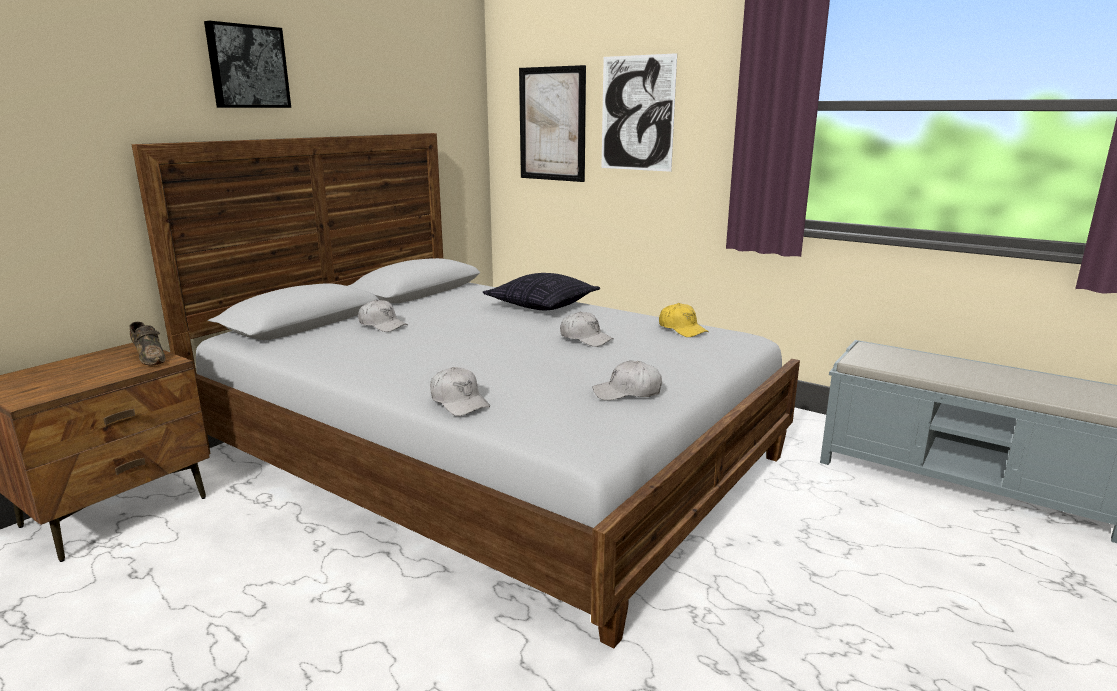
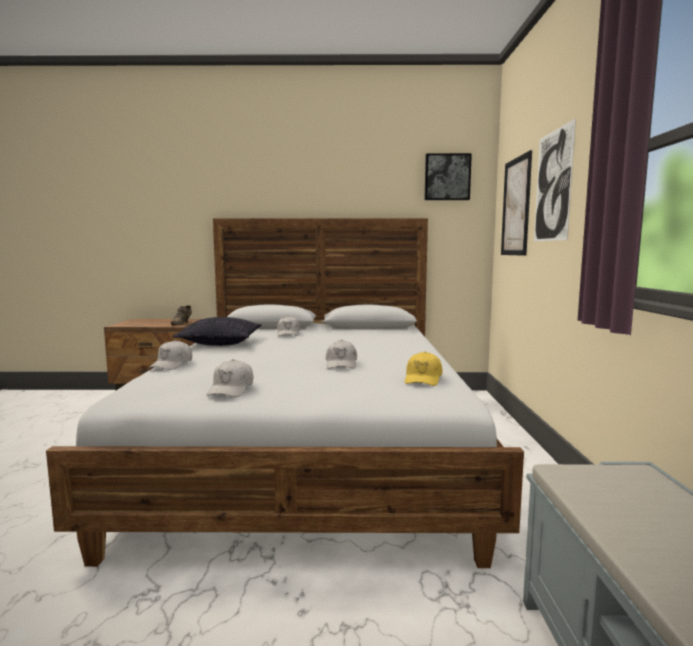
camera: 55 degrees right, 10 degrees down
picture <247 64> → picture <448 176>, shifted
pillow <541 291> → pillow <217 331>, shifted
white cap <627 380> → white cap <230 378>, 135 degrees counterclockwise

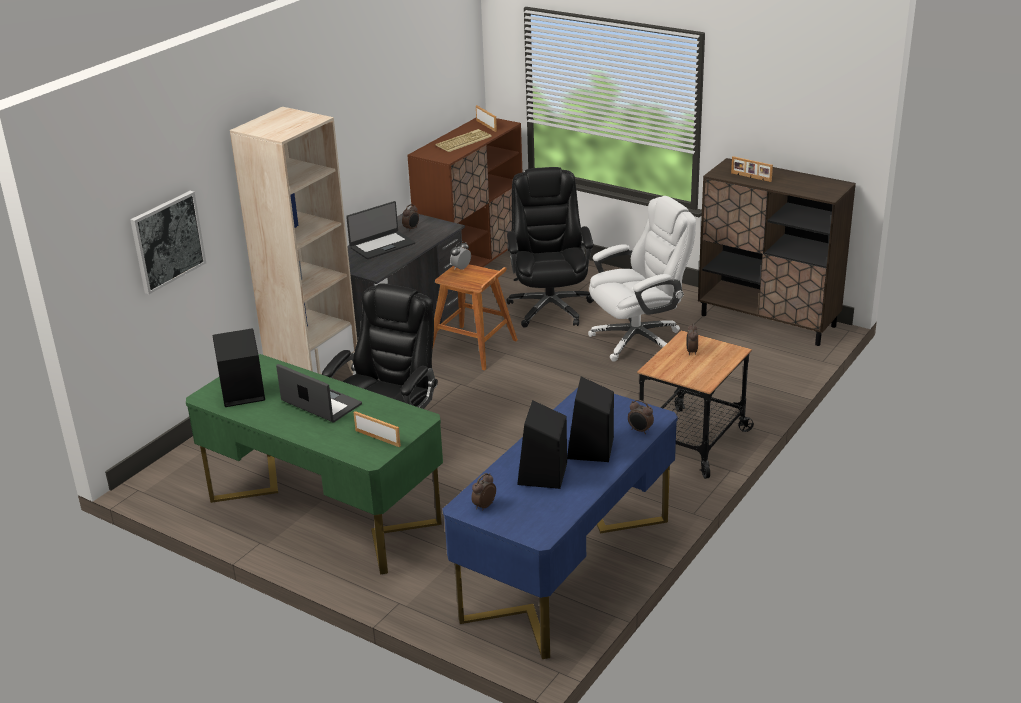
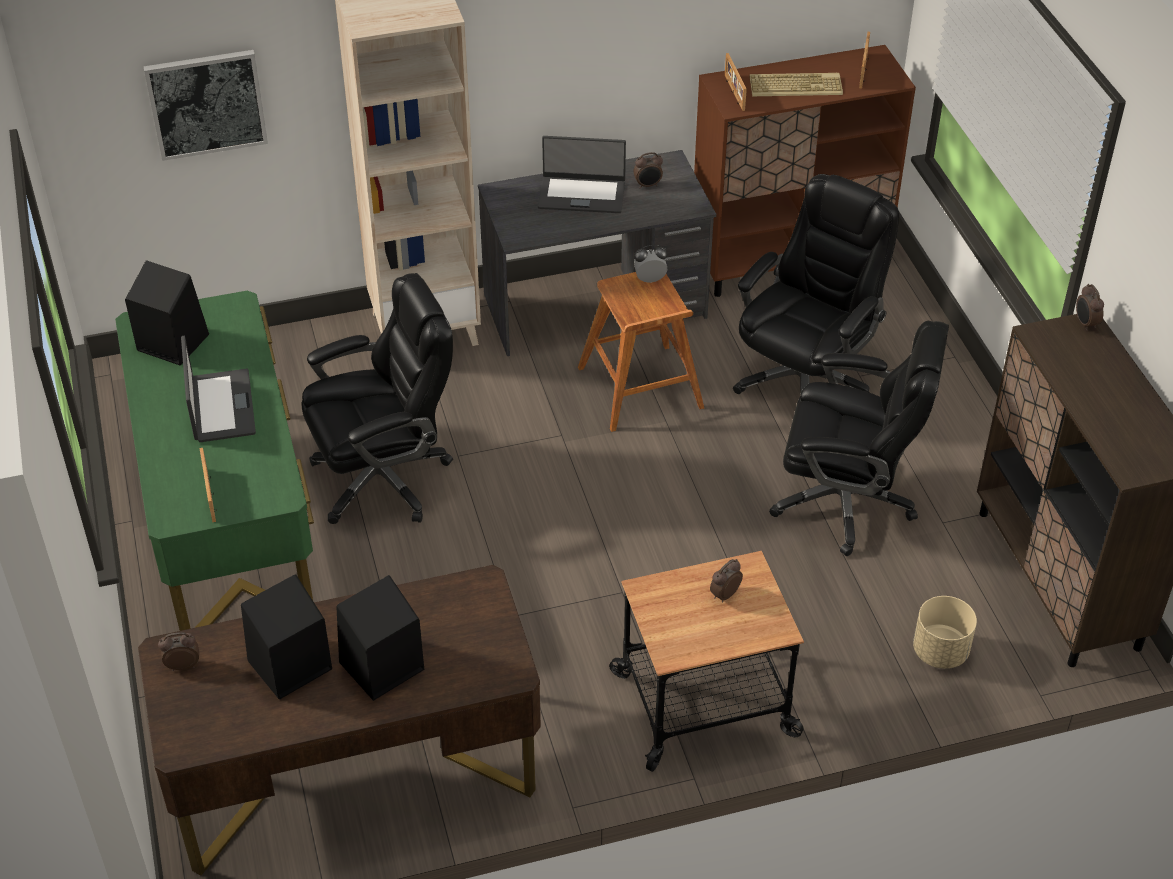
camera: 40 degrees right, 15 degrees up
blue desk <560 523> → brown desk <339 720>
white office chair <642 279> → black office chair <859 438>
alarm clock <641 417> → alarm clock <1090 307>, shifted
picture frame <752 169> → picture frame <736 82>, shifted
- → beige planter <945 632>

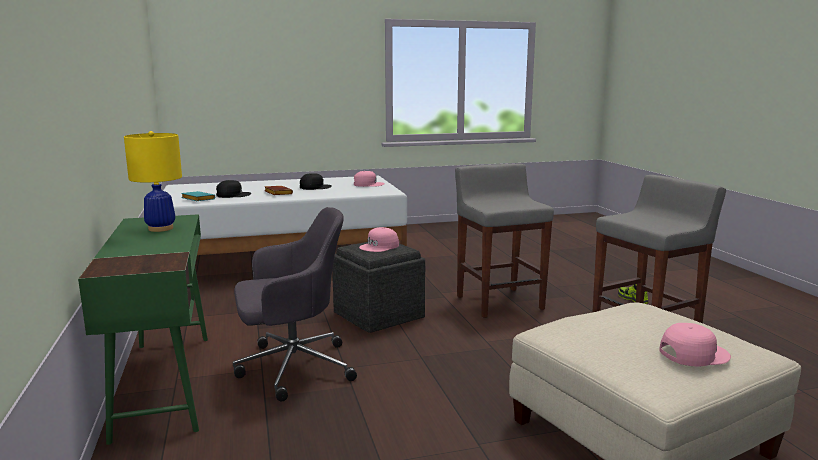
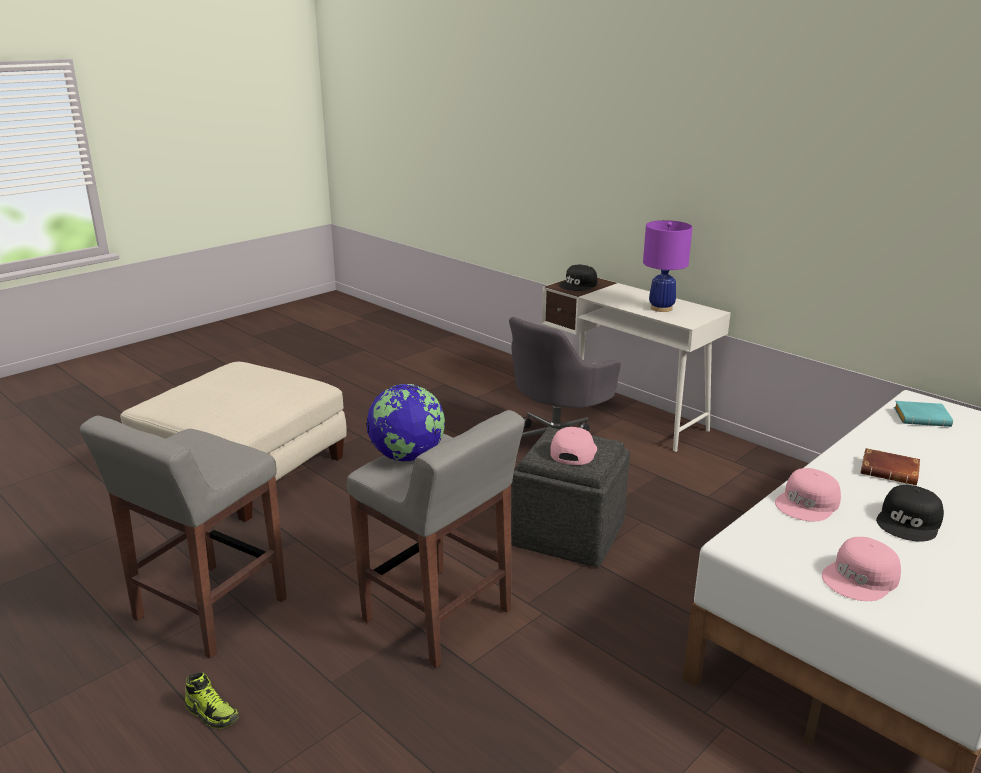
camera: 150 degrees right, 10 degrees up
green desk <143 329> → white desk <636 365>
yellow table lamp <153 181> → purple table lamp <668 266>
black cap <233 189> → black cap <578 278>, shifted
pink cap <695 345> → pink cap <808 494>, shifted
- → globe <405 423>

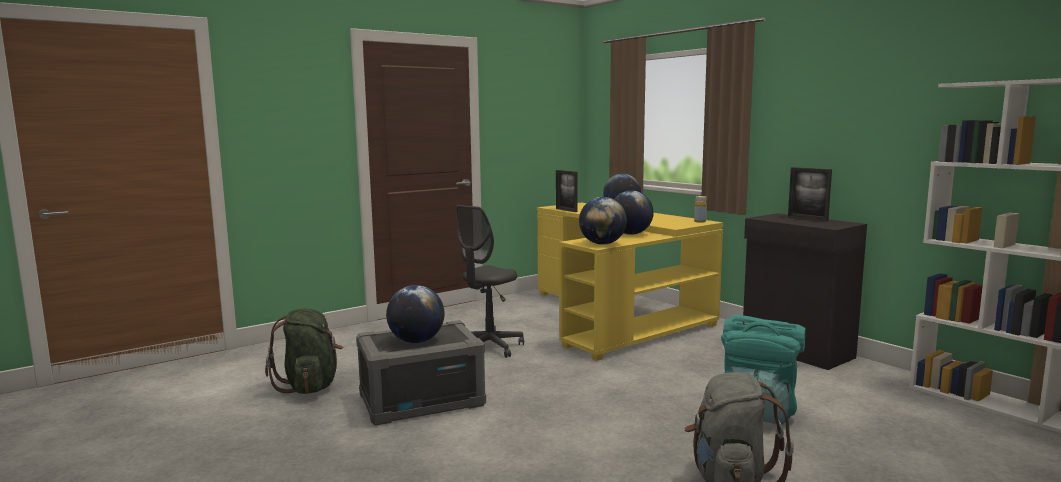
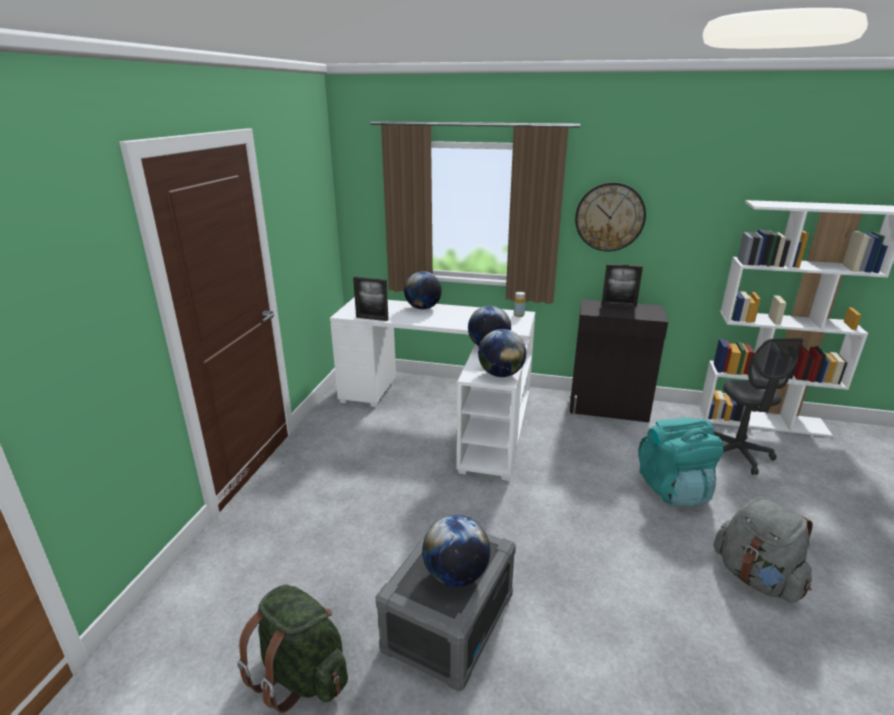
camera: 40 degrees left, 15 degrees up
grey office chair <490 281> → grey office chair <759 406>, shifted
yellow desk <630 282> → white desk <432 389>
- → wall clock <610 216>

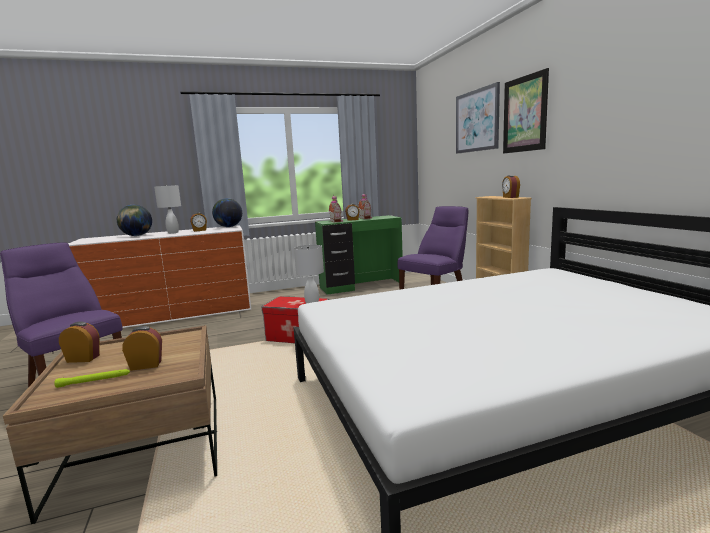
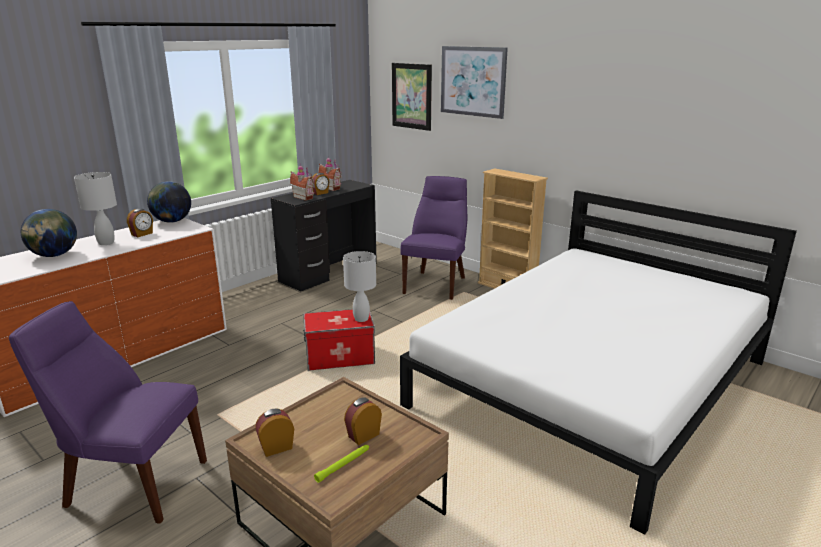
camera: 30 degrees left, 10 degrees up
green desk <359 255> → black desk <324 236>
alarm clock <511 186> → -
picture <526 111> → picture <412 97>, shifted

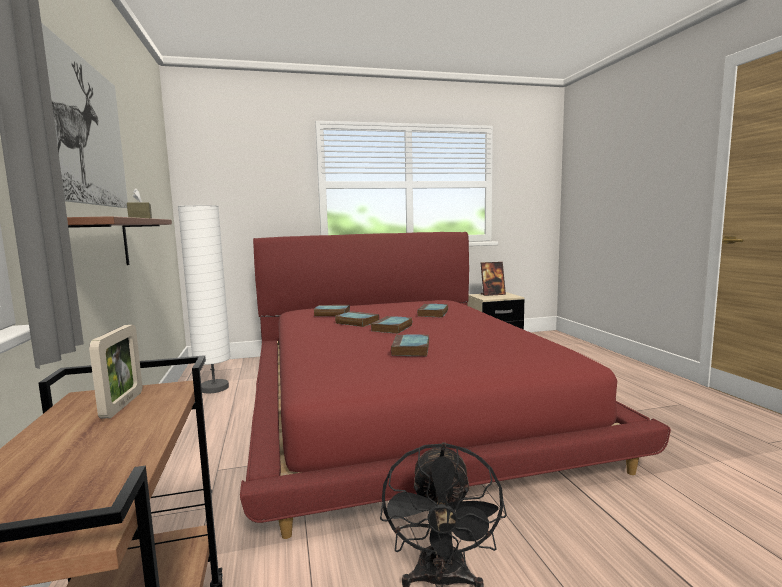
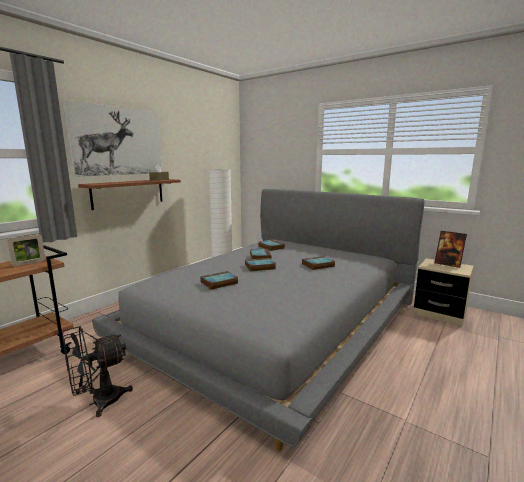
camera: 50 degrees right, 5 degrees up
red bed <455 385> → grey bed <258 320>

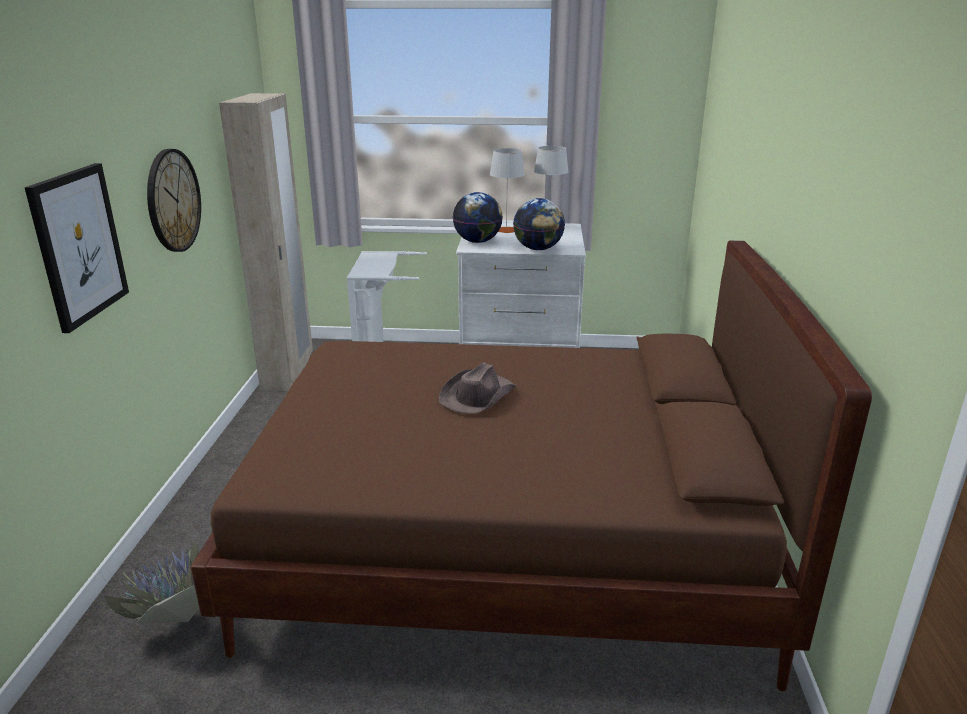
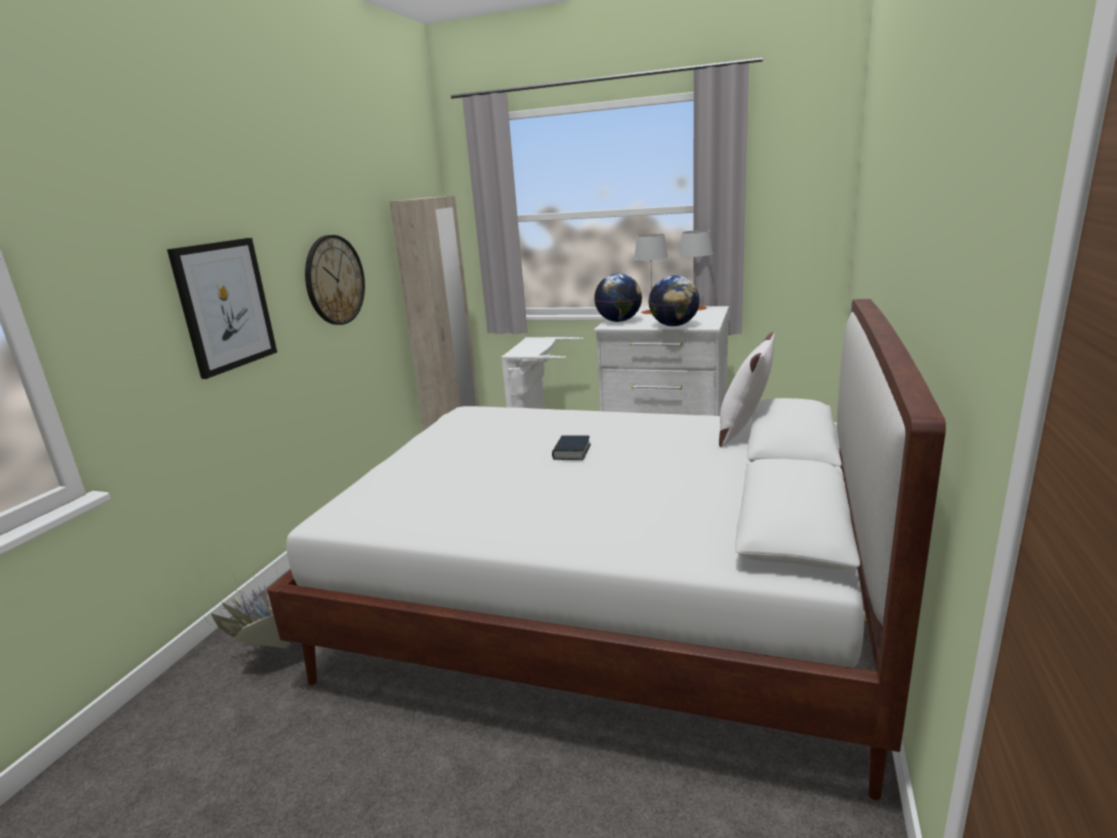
camera: 15 degrees right, 5 degrees down
brown bed <531 466> → white bed <606 550>
brown hat <477 388> → book <571 447>
- → white pillow <747 389>

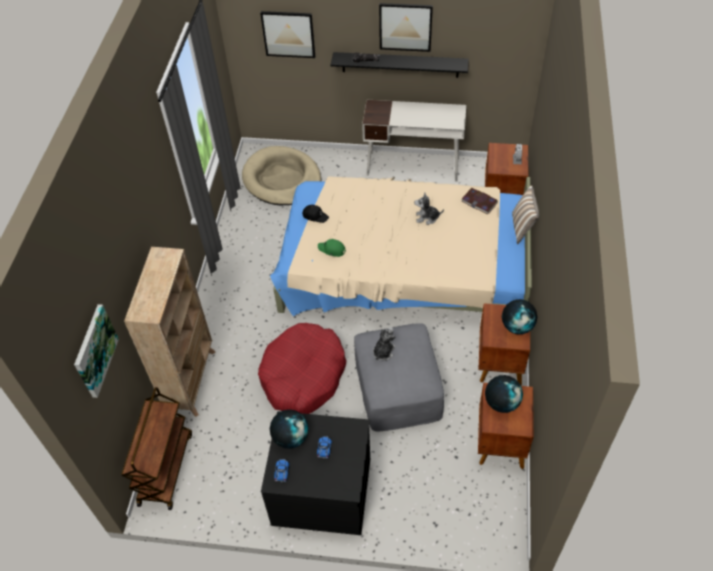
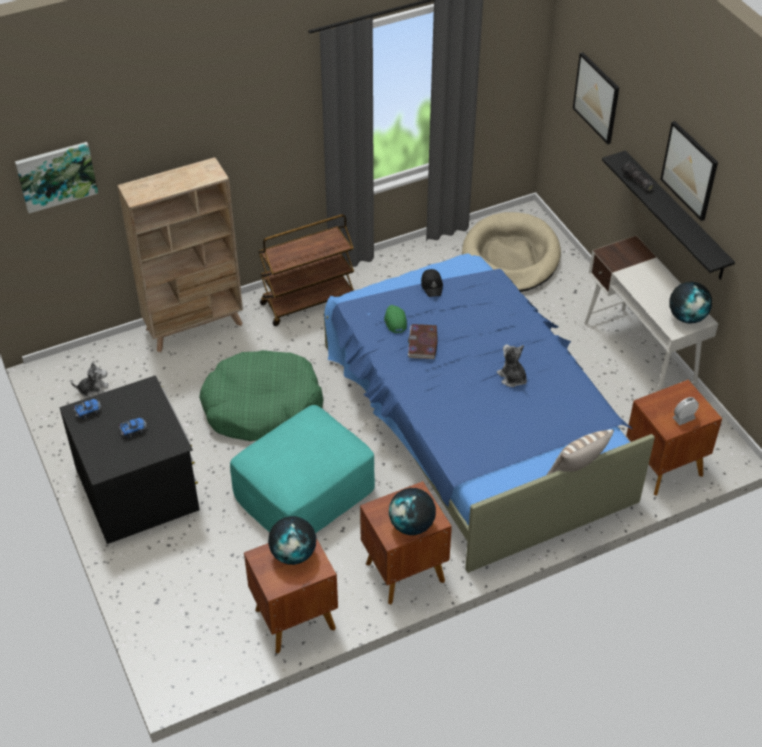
camera: 55 degrees right, 5 degrees down
brown cart <156 448> → brown cart <306 270>, shifted
red dog bed <302 368> → green dog bed <261 395>
beige bed <401 246> → blue bed <489 413>
globe <289 429> → globe <690 303>, shifted
grey ottoman <399 377> → turquoise ottoman <302 469>
plush toy <384 344> → plush toy <90 381>, shifted
book <479 201> → book <423 341>, shifted

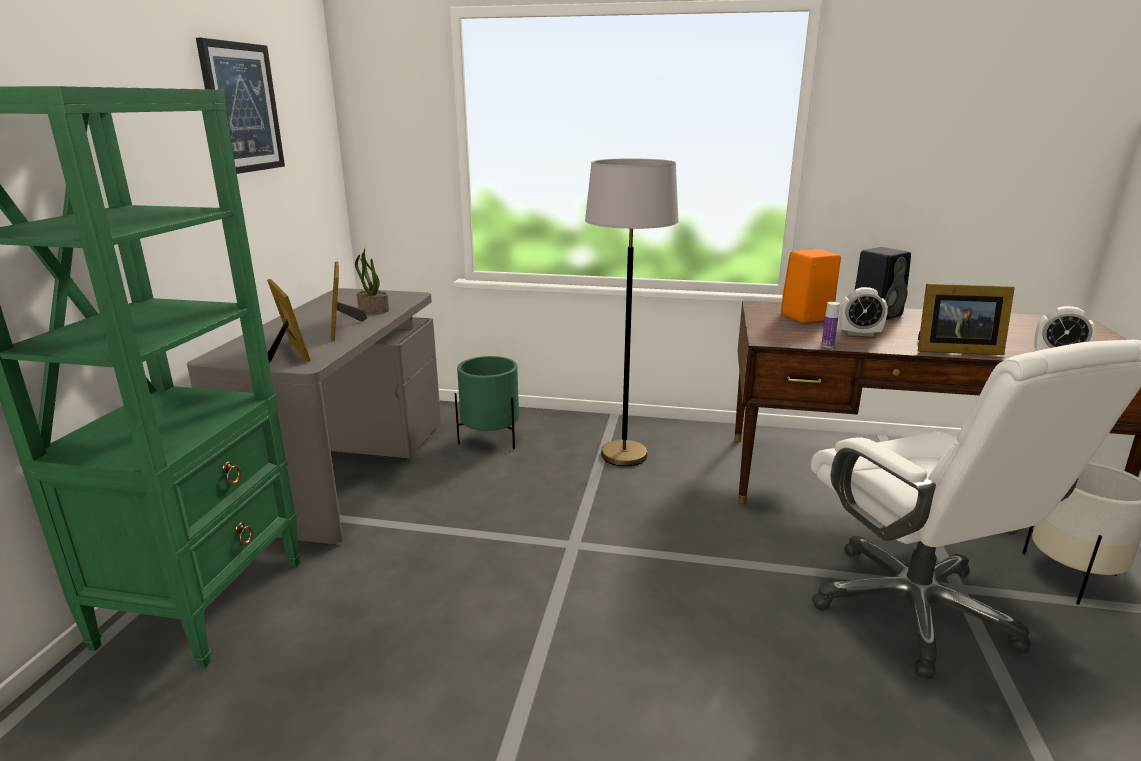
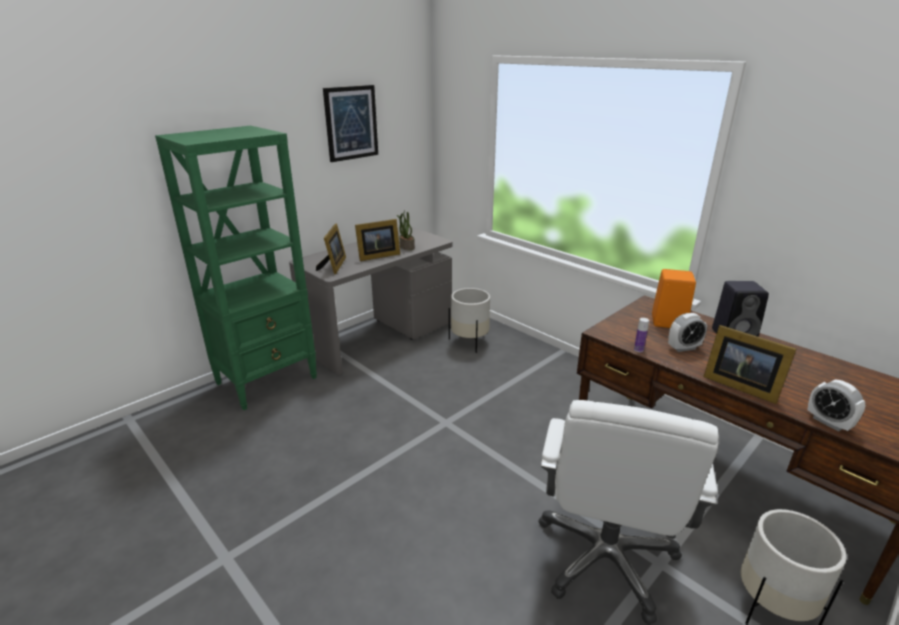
camera: 35 degrees right, 5 degrees up
picture frame <349 301> → picture frame <377 240>, 135 degrees counterclockwise
green planter <487 402> → white planter <469 320>
grey floor lamp <632 312> → -
alarm clock <863 312> → alarm clock <687 332>, 60 degrees counterclockwise

